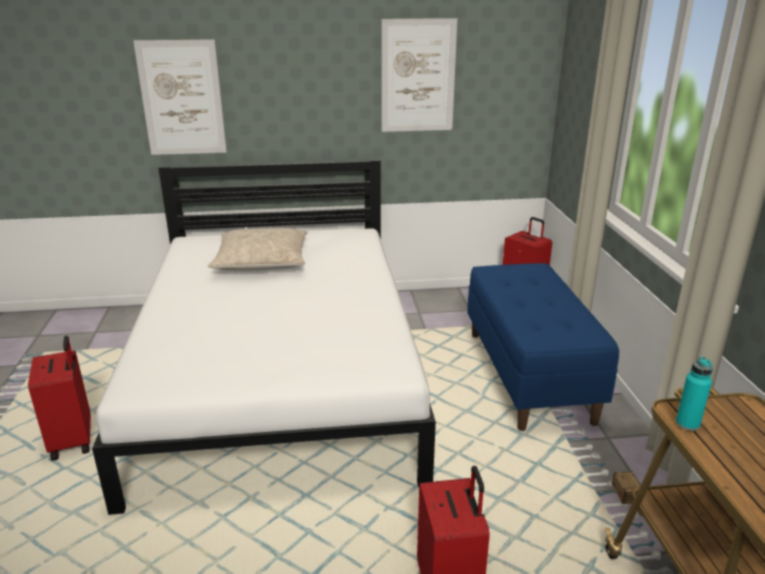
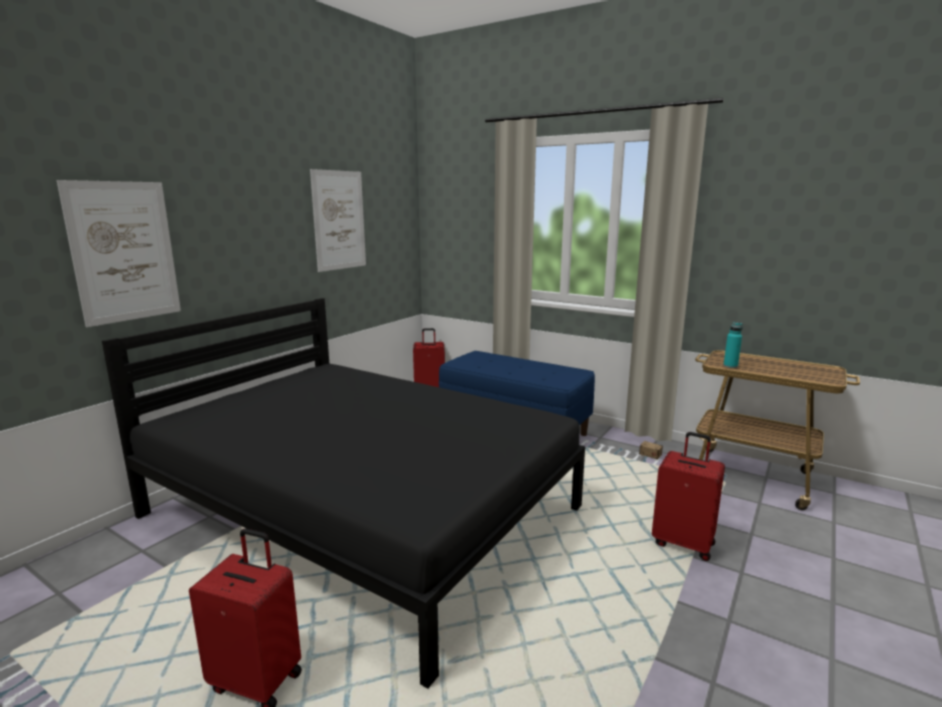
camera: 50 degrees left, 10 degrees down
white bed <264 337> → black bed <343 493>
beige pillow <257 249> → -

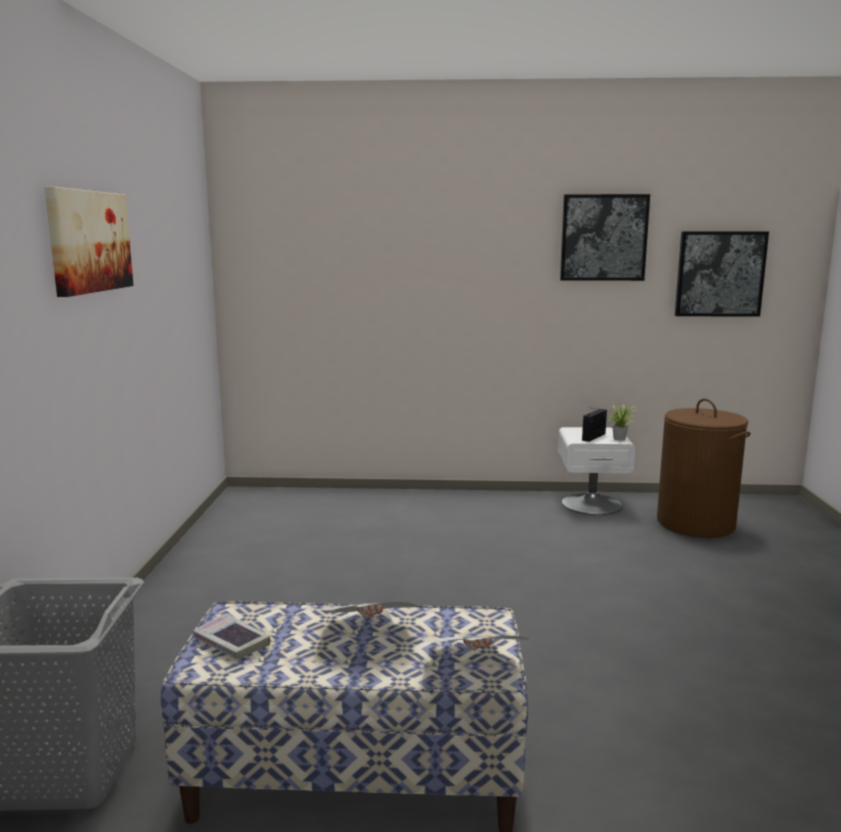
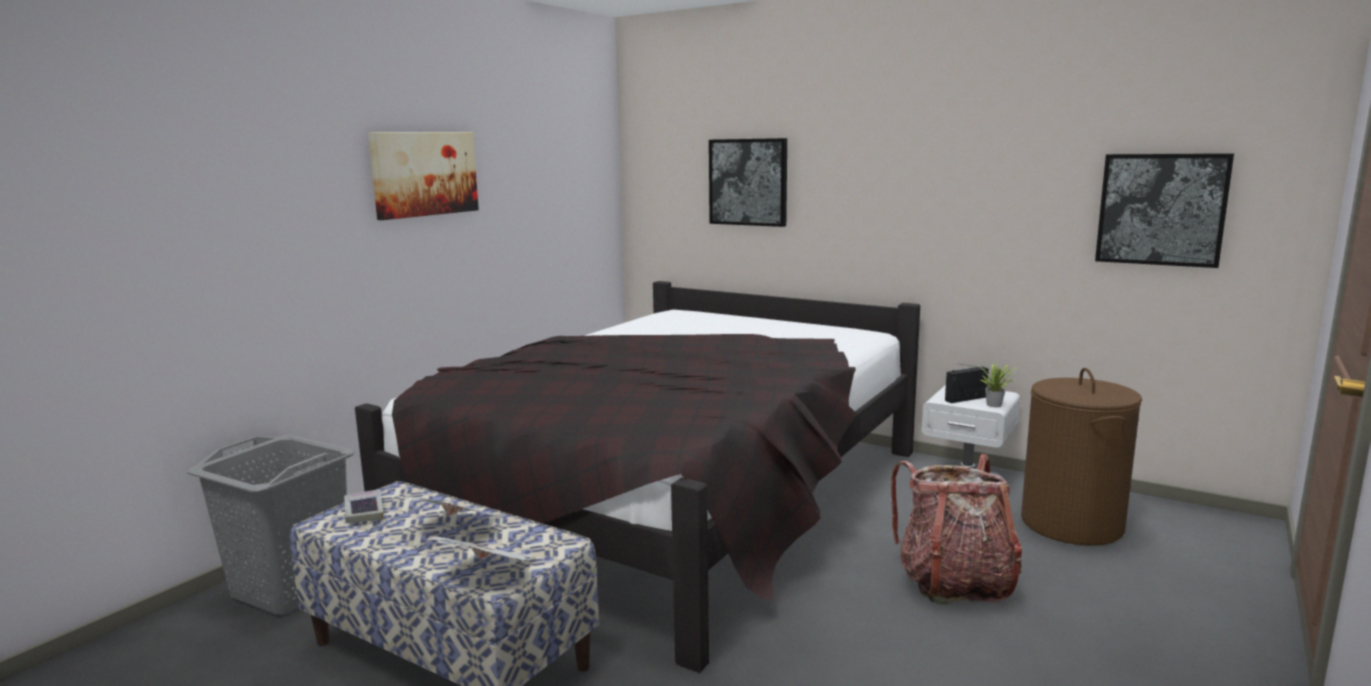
camera: 30 degrees right, 0 degrees up
picture <605 237> → picture <748 182>, shifted
- → black bed <637 477>
- → backpack <956 529>

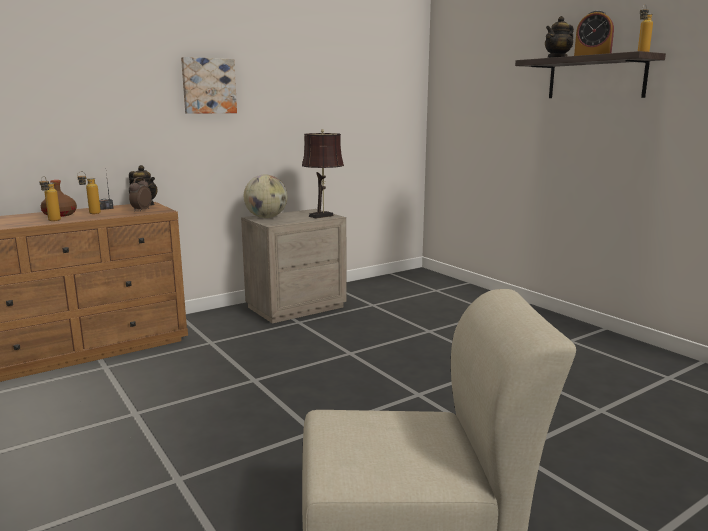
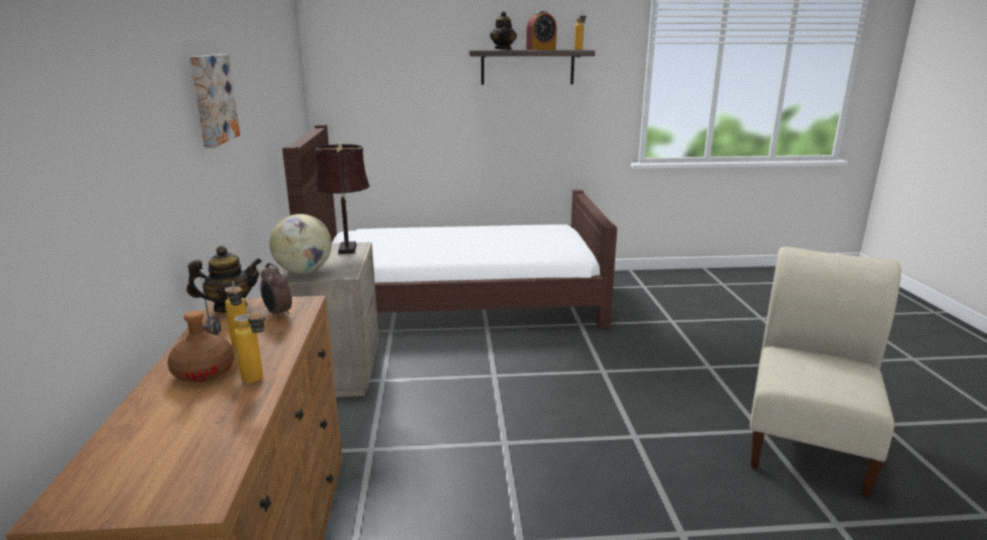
camera: 60 degrees left, 5 degrees up
- → brown bed <449 226>

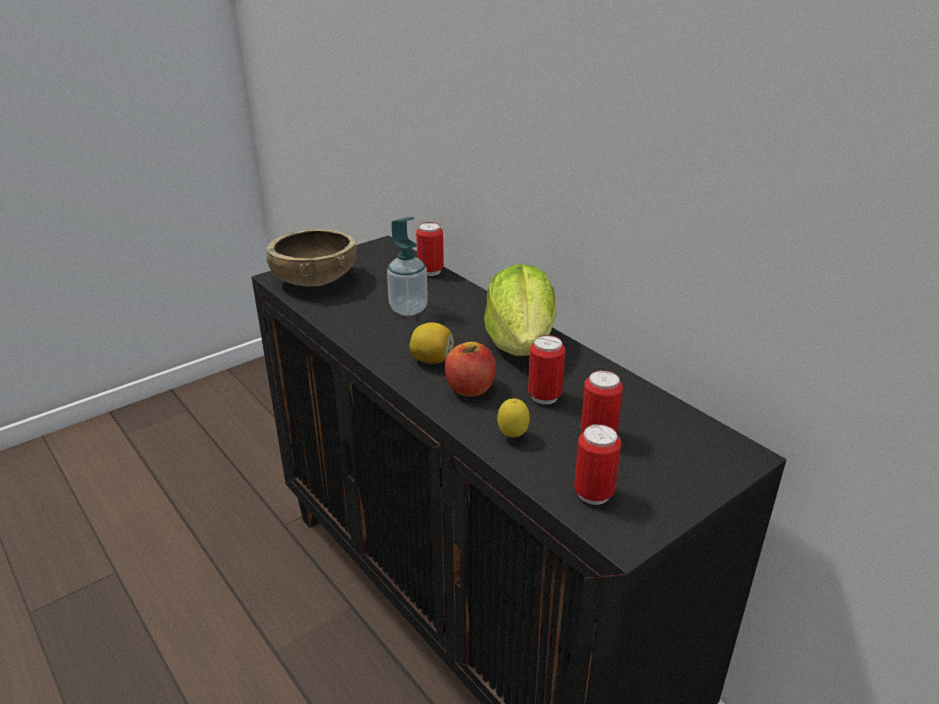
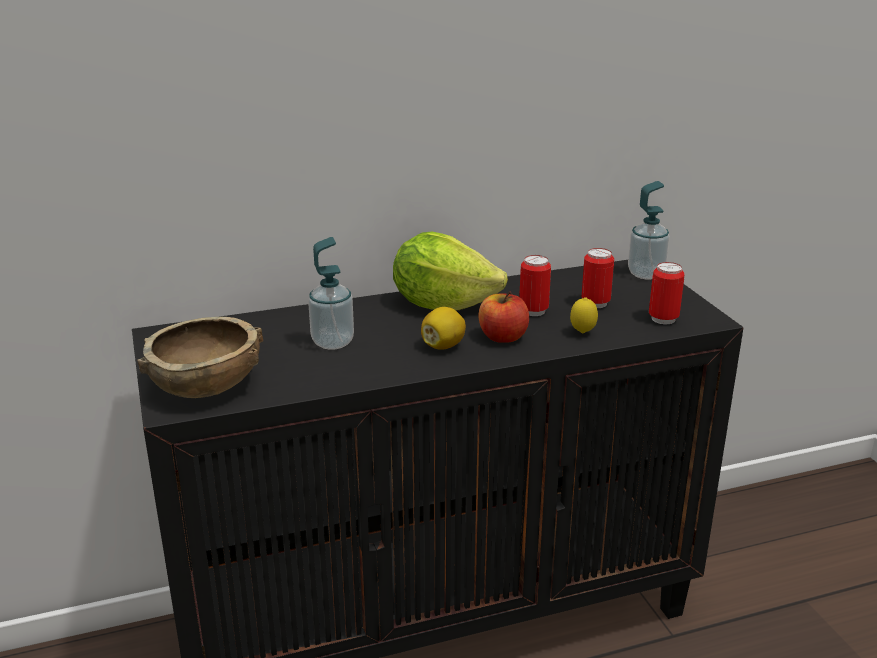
camera: 70 degrees left, 5 degrees down
can <430 249> → -
- → soap dispenser <649 230>

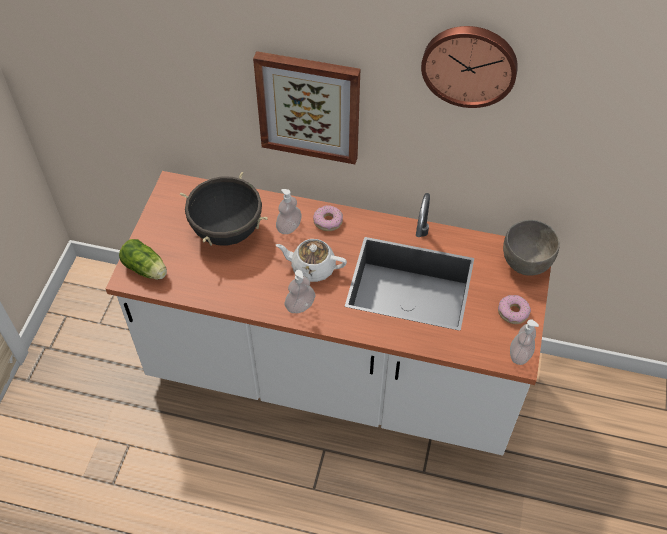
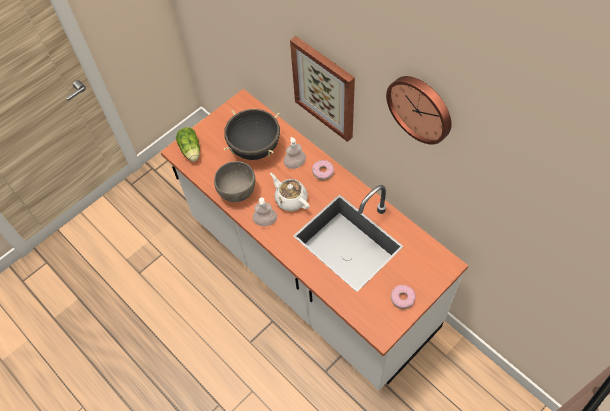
camera: 35 degrees right, 5 degrees up
grey bowl <531 248> → grey bowl <234 181>, shifted
soap dispenser <524 342> → -

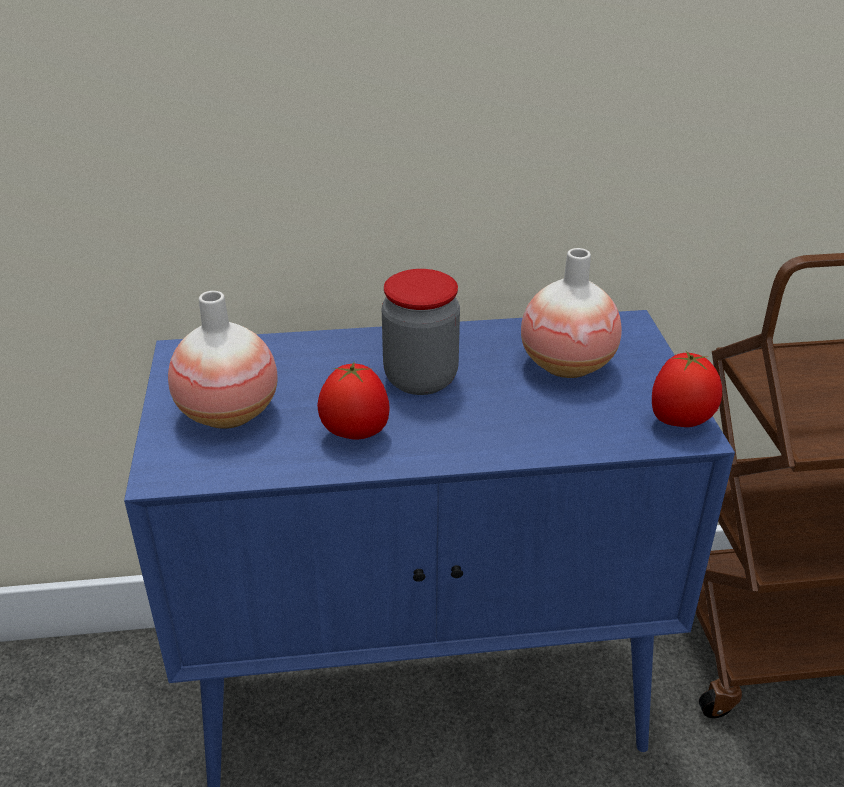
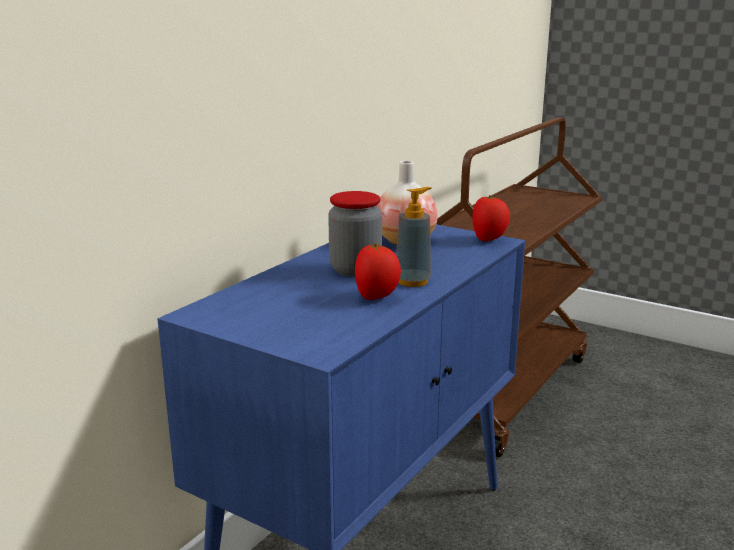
camera: 50 degrees left, 15 degrees down
vase <222 360> → -
- → soap dispenser <413 237>

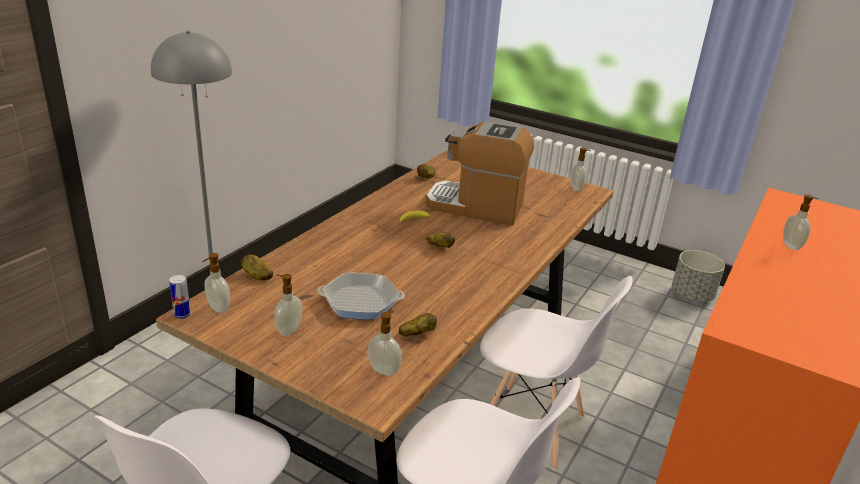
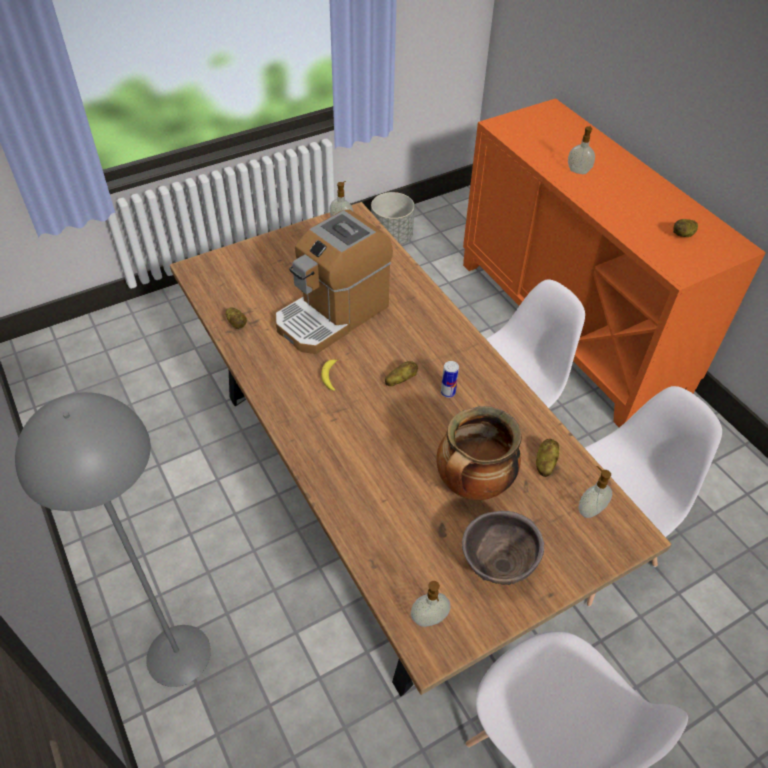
camera: 60 degrees left, 20 degrees up
can <180 297> → can <450 379>, shifted
potato <257 267> → potato <685 228>, shifted
soap dispenser <288 305> → brown bowl <503 548>
frying pan <361 296> → cooking pot <479 453>

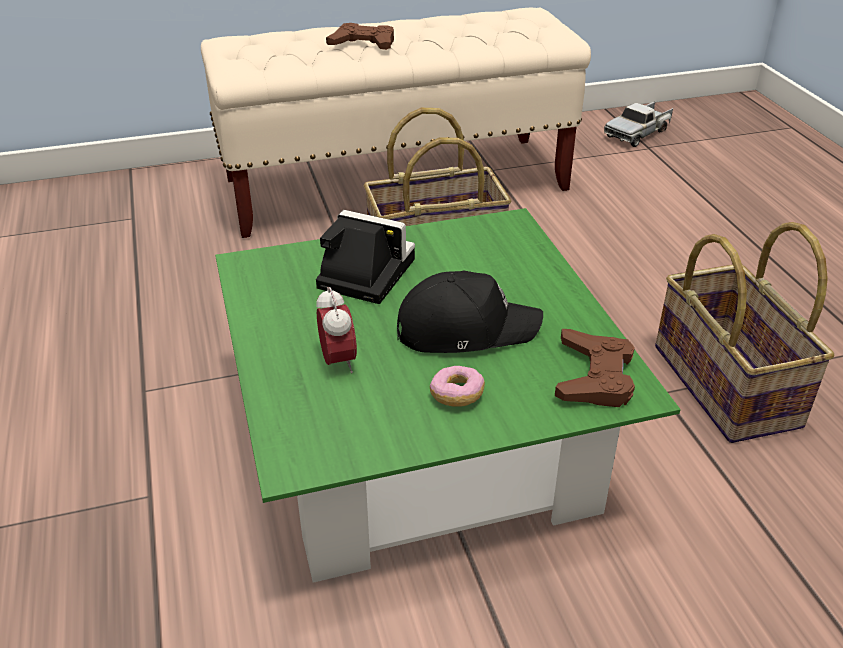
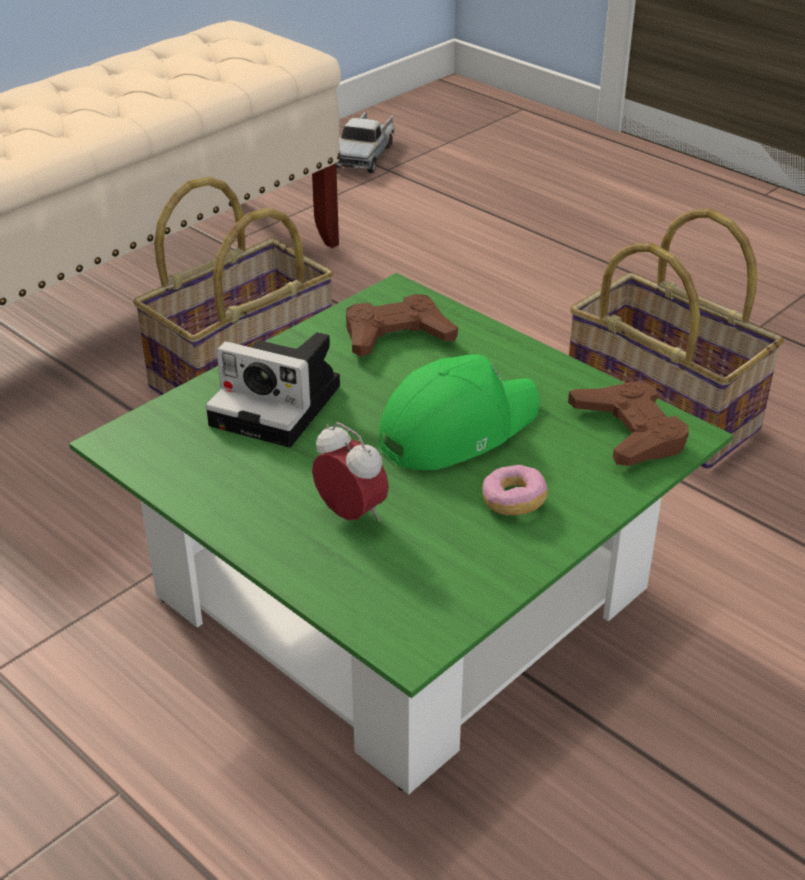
camera: 30 degrees left, 0 degrees up
photo camera <365 257> → photo camera <273 389>, 150 degrees counterclockwise
brown game controller <360 36> → brown game controller <402 325>, shifted
black cap <470 312> → green cap <459 412>

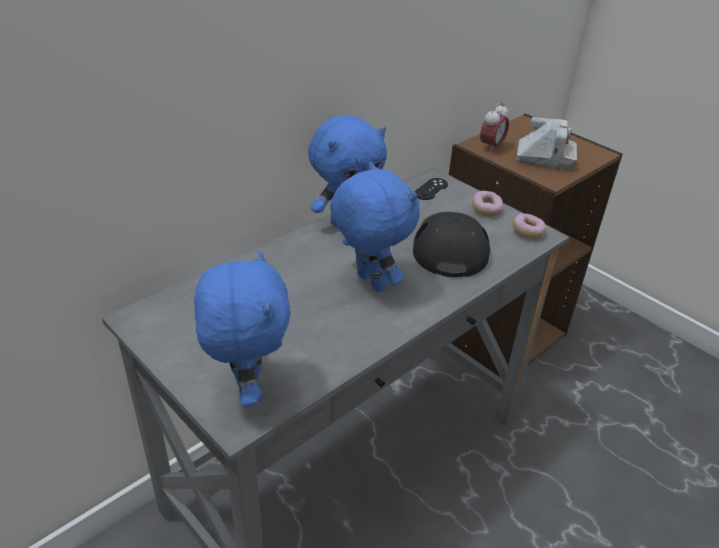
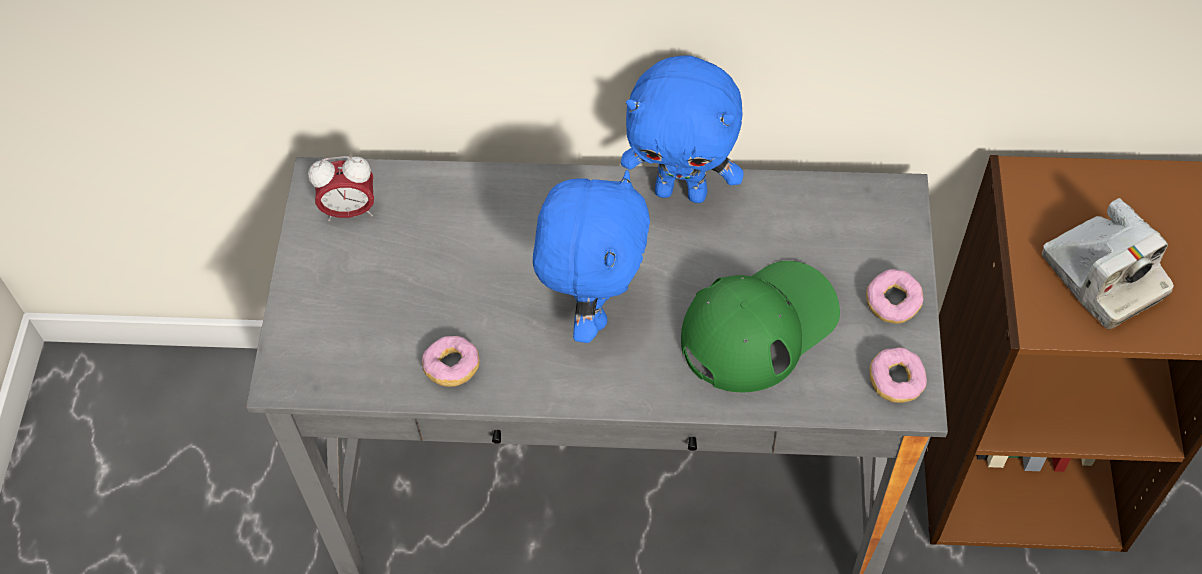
camera: 50 degrees right, 20 degrees up
blue plush toy <242 328> → -
black cap <451 245> → green cap <760 326>
black game controller <431 189> → -
alarm clock <494 127> → alarm clock <341 188>, shifted
- → donut <451 361>

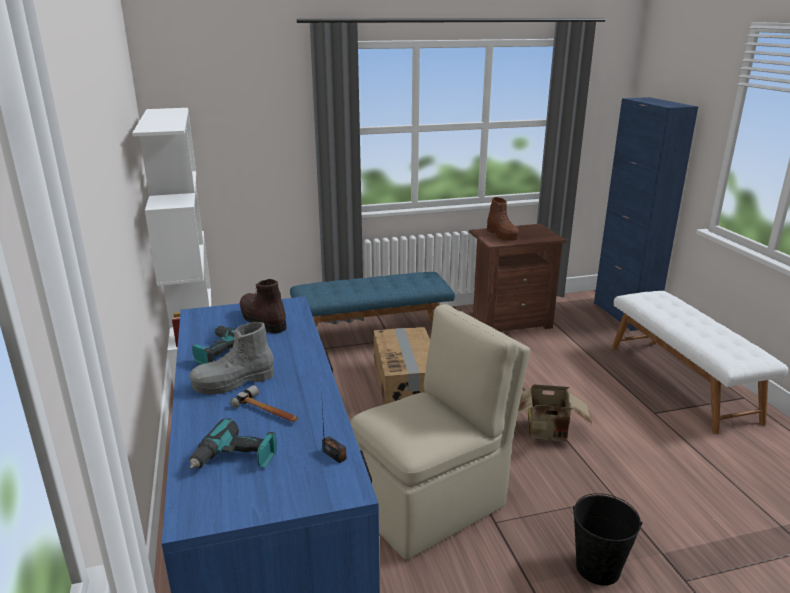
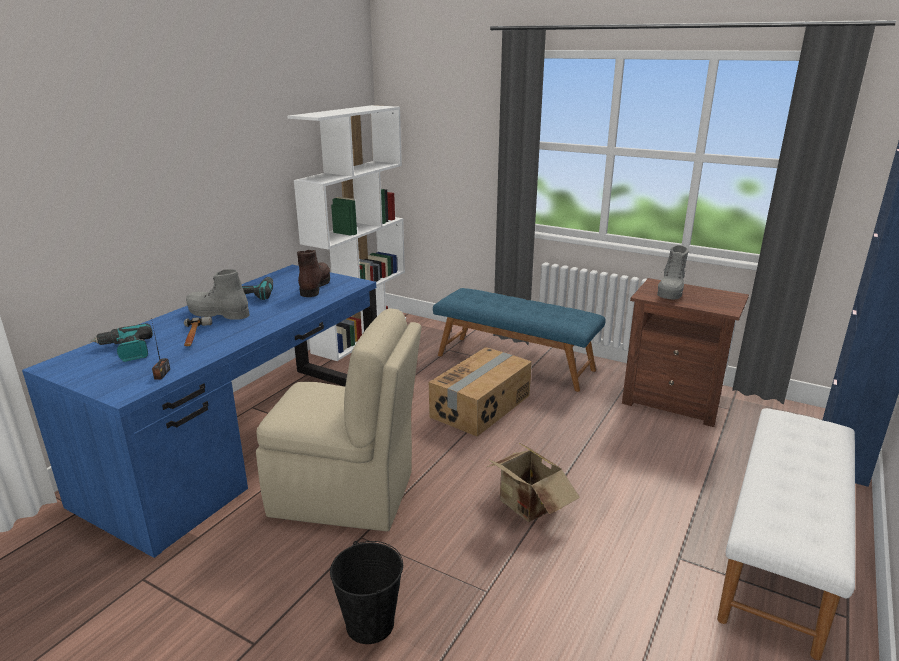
camera: 45 degrees right, 0 degrees up
brown boot <503 219> → grey boot <672 272>

